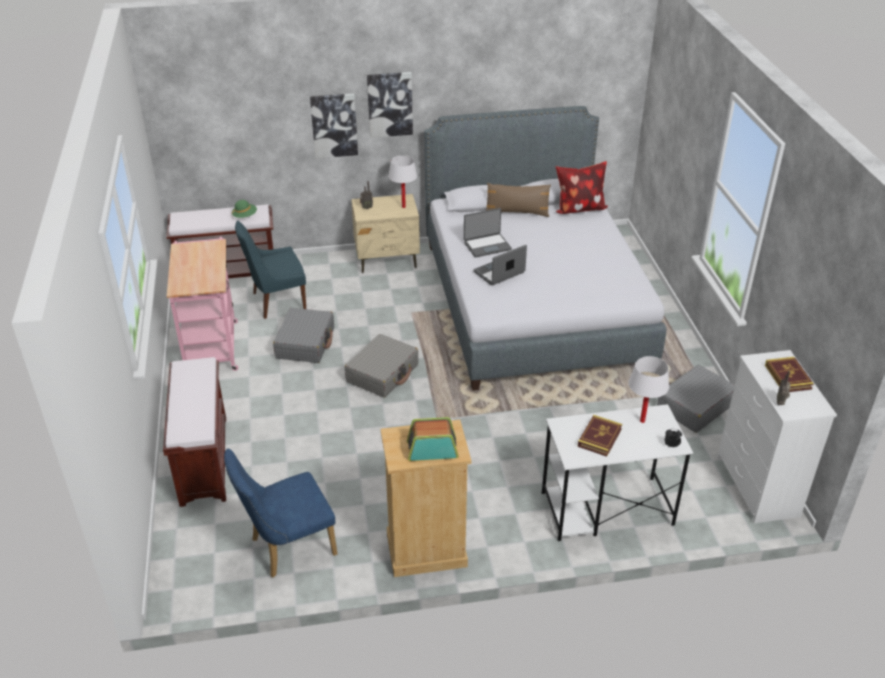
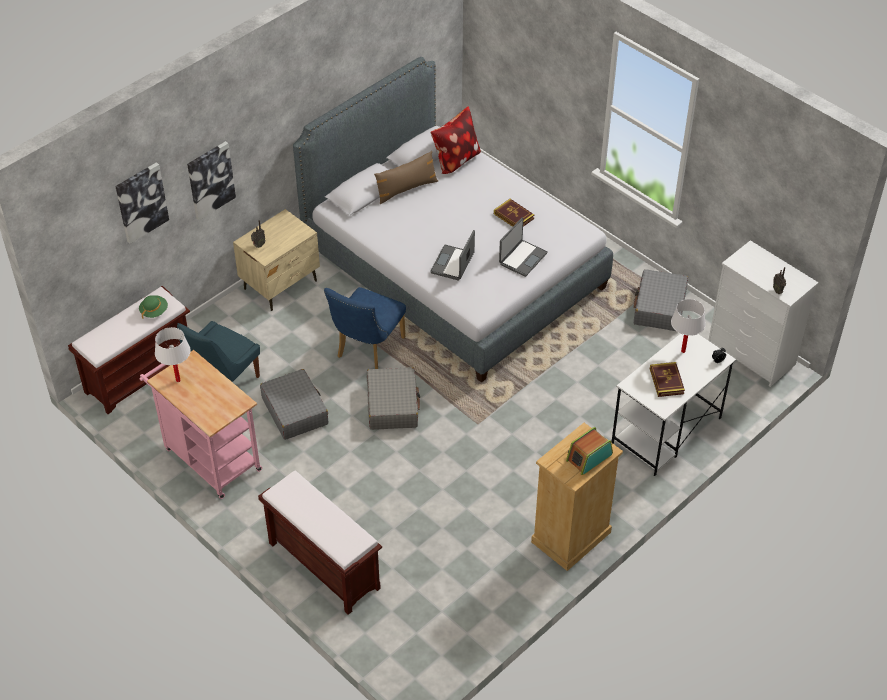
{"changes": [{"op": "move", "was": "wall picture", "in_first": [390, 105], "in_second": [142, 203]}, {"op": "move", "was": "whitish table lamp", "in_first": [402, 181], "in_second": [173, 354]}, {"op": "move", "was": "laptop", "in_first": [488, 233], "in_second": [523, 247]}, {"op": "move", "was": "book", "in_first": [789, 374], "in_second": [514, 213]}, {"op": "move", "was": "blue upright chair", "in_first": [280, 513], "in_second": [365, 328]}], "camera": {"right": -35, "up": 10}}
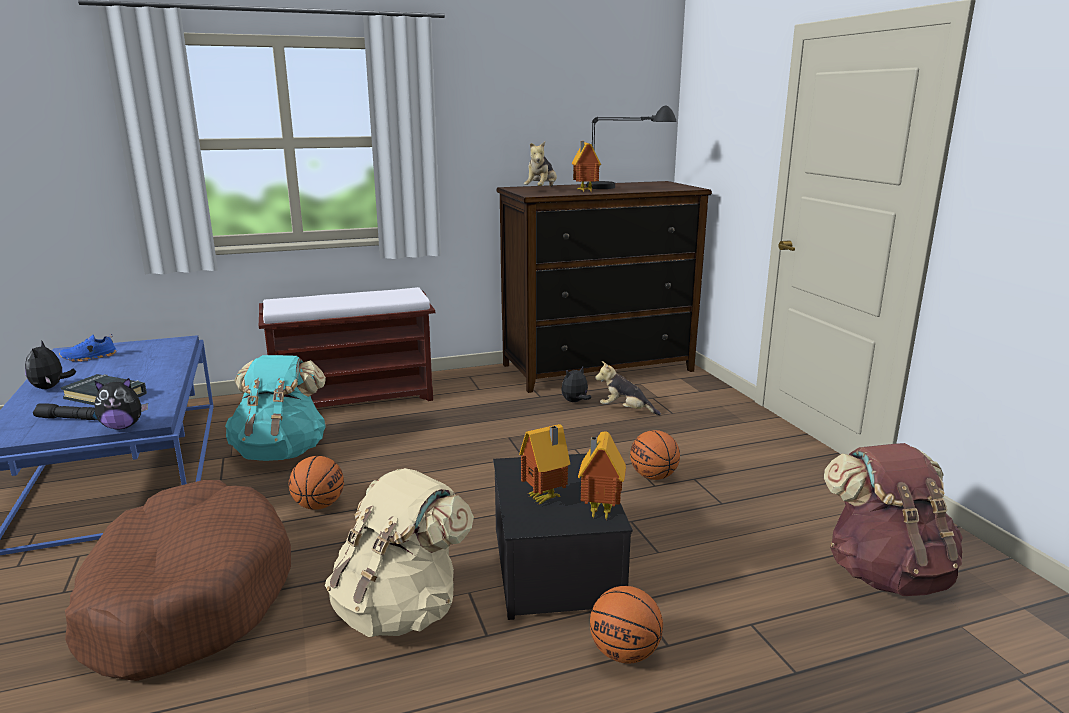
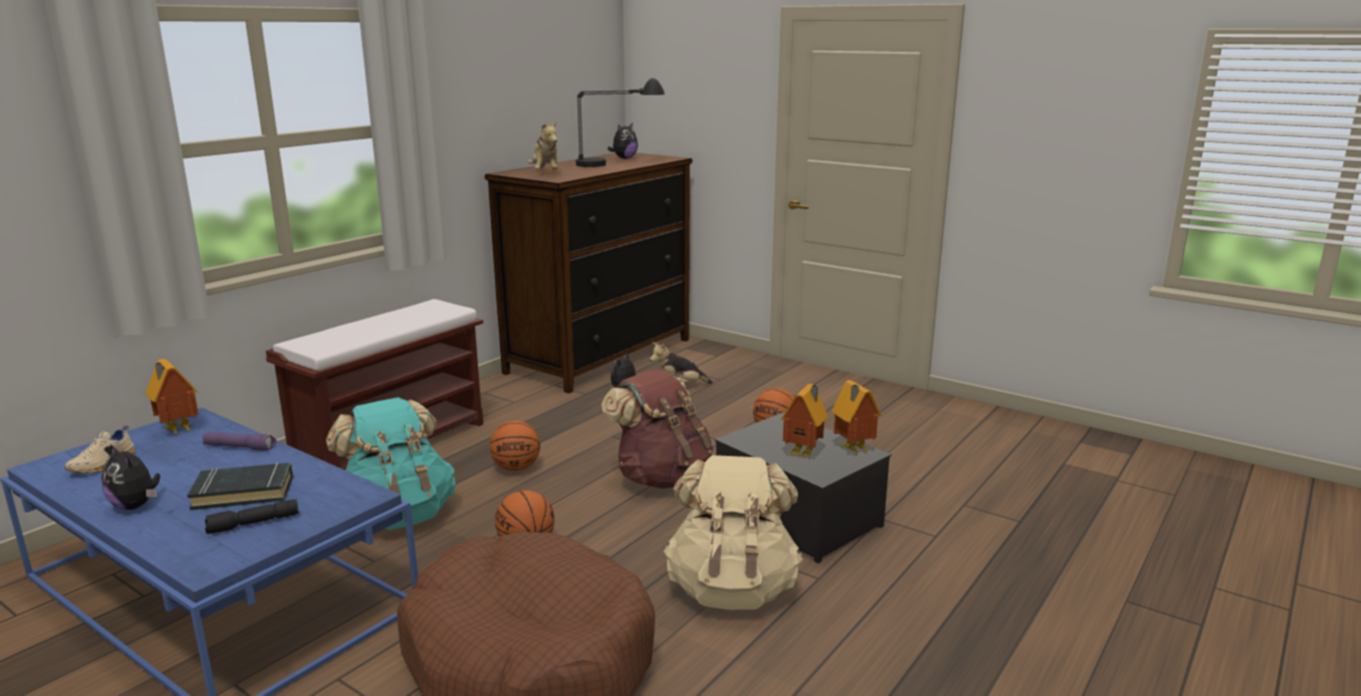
{"changes": [{"op": "move", "was": "model house", "in_first": [586, 166], "in_second": [172, 397]}, {"op": "recolor", "was": "blue low shoe", "now": "beige low shoe", "in_first": [88, 348], "in_second": [100, 449]}, {"op": "move", "was": "cuddly toy", "in_first": [121, 404], "in_second": [623, 141]}, {"op": "move", "was": "brown knapsack", "in_first": [893, 519], "in_second": [657, 429]}, {"op": "move", "was": "basketball ball", "in_first": [626, 625], "in_second": [515, 446]}, {"op": "insert", "now": "purple-coloured flashlight", "in_second": [239, 441]}], "camera": {"right": -35, "up": 0}}
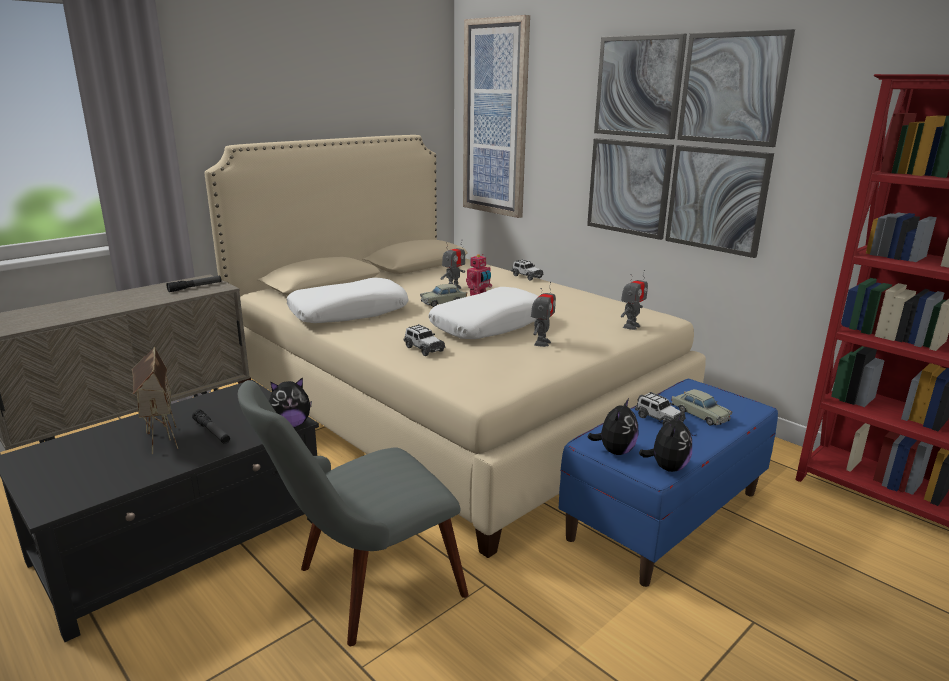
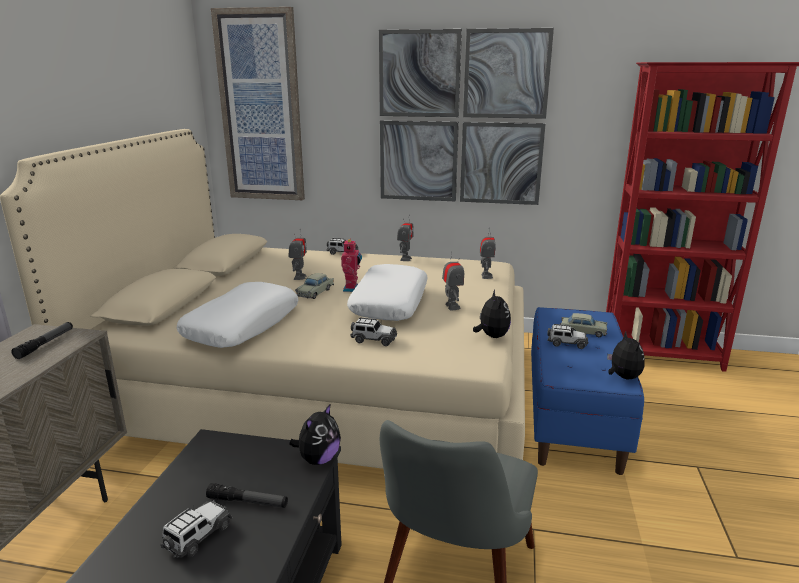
{"changes": [{"op": "replace", "was": "model house", "now": "miniature car", "in_first": [155, 400], "in_second": [196, 529]}, {"op": "move", "was": "cuddly toy", "in_first": [612, 426], "in_second": [492, 314]}, {"op": "insert", "now": "model robot", "in_second": [405, 239]}], "camera": {"right": -35, "up": 0}}
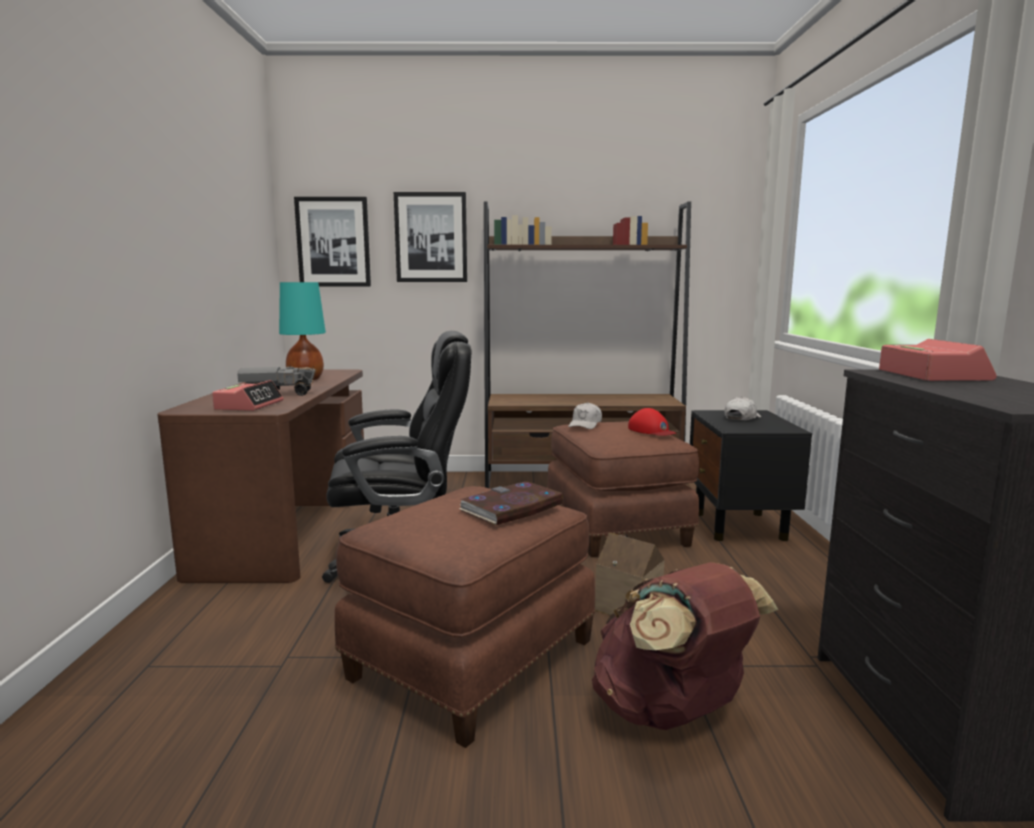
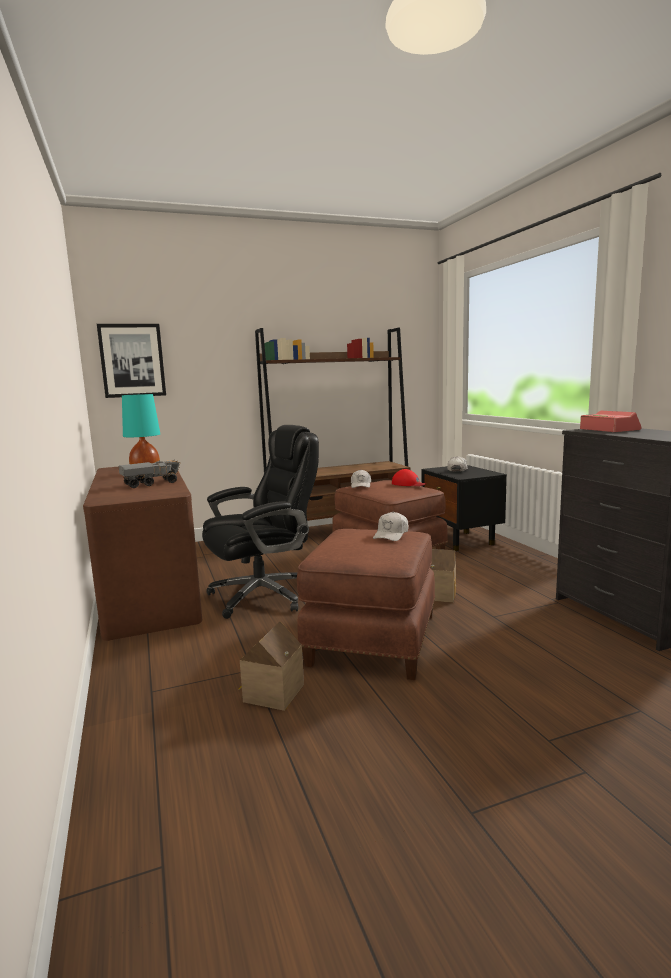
{"changes": [{"op": "delete", "was": "wall picture", "in_first": [430, 237]}, {"op": "delete", "was": "table clock", "in_first": [247, 395]}, {"op": "replace", "was": "book", "now": "whitish cap", "in_first": [511, 503], "in_second": [391, 526]}, {"op": "delete", "was": "brown knapsack", "in_first": [685, 646]}, {"op": "insert", "now": "model house", "in_second": [271, 666]}], "camera": {"right": -20, "up": 0}}
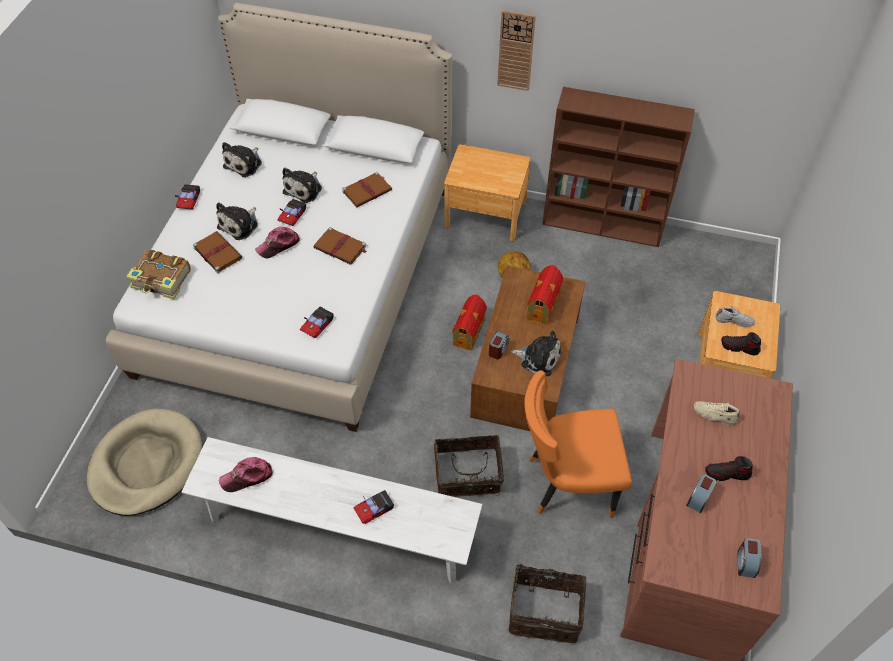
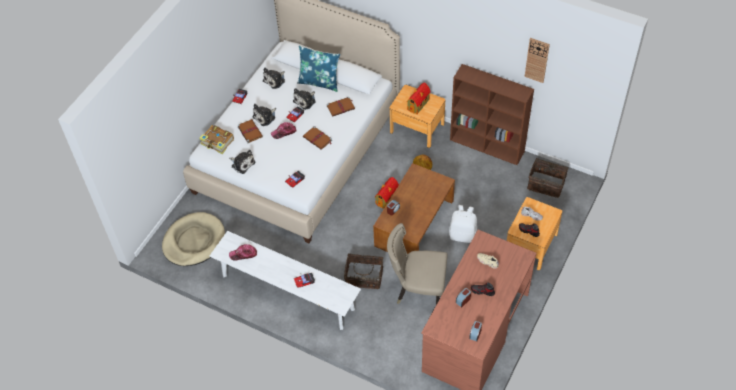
{"changes": [{"op": "move", "was": "clock on the wall", "in_first": [516, 50], "in_second": [537, 60]}, {"op": "move", "was": "model house", "in_first": [545, 295], "in_second": [419, 98]}, {"op": "move", "was": "cuddly toy", "in_first": [536, 353], "in_second": [242, 162]}, {"op": "recolor", "was": "orange-coloured upright chair", "now": "beige upright chair", "in_first": [578, 444], "in_second": [417, 263]}, {"op": "move", "was": "storage basket", "in_first": [547, 598], "in_second": [547, 178]}, {"op": "insert", "now": "blue throw pillow", "in_second": [318, 68]}, {"op": "insert", "now": "whitish knapsack", "in_second": [463, 224]}], "camera": {"right": 15, "up": 0}}
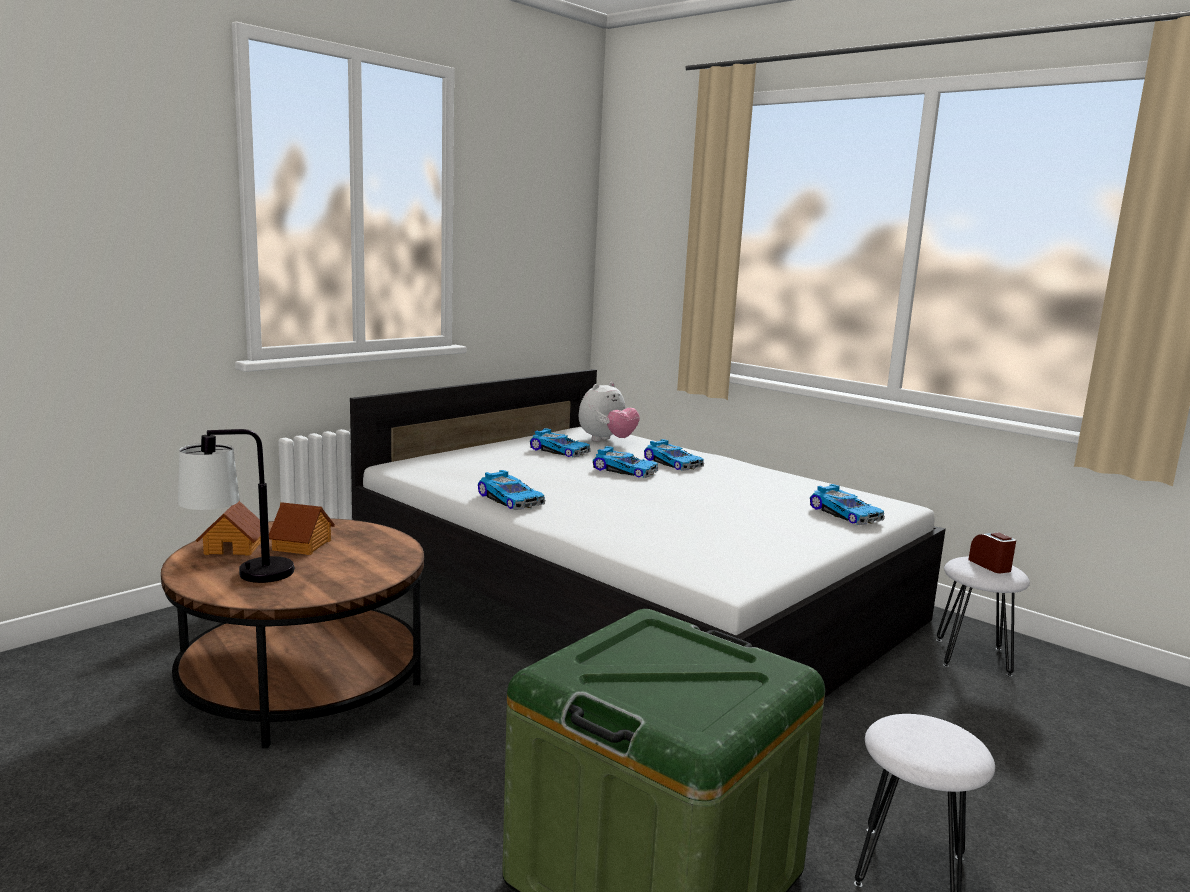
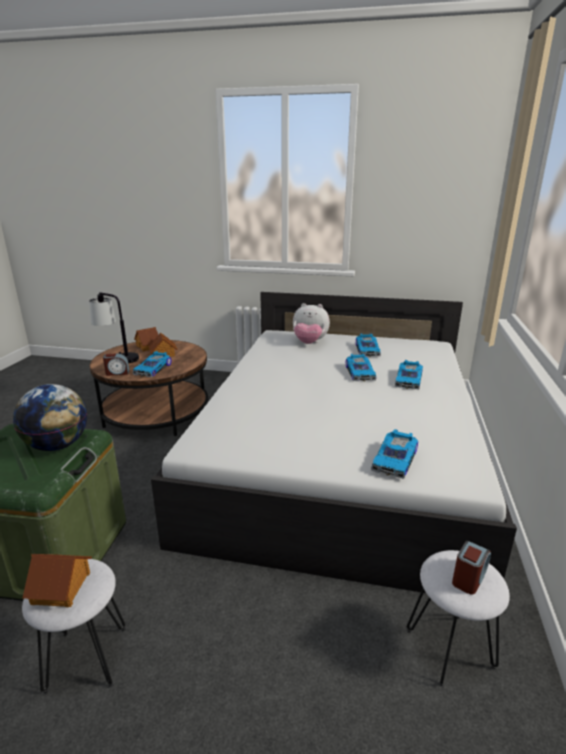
{"changes": [{"op": "move", "was": "cuddly toy", "in_first": [609, 411], "in_second": [311, 323]}, {"op": "move", "was": "miniature car", "in_first": [511, 490], "in_second": [152, 364]}, {"op": "insert", "now": "table clock", "in_second": [116, 364]}, {"op": "insert", "now": "desk globe", "in_second": [50, 417]}, {"op": "insert", "now": "model house", "in_second": [57, 580]}], "camera": {"right": 60, "up": 10}}
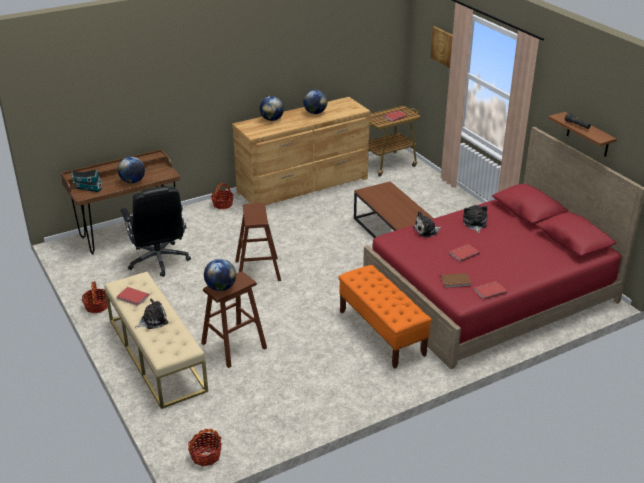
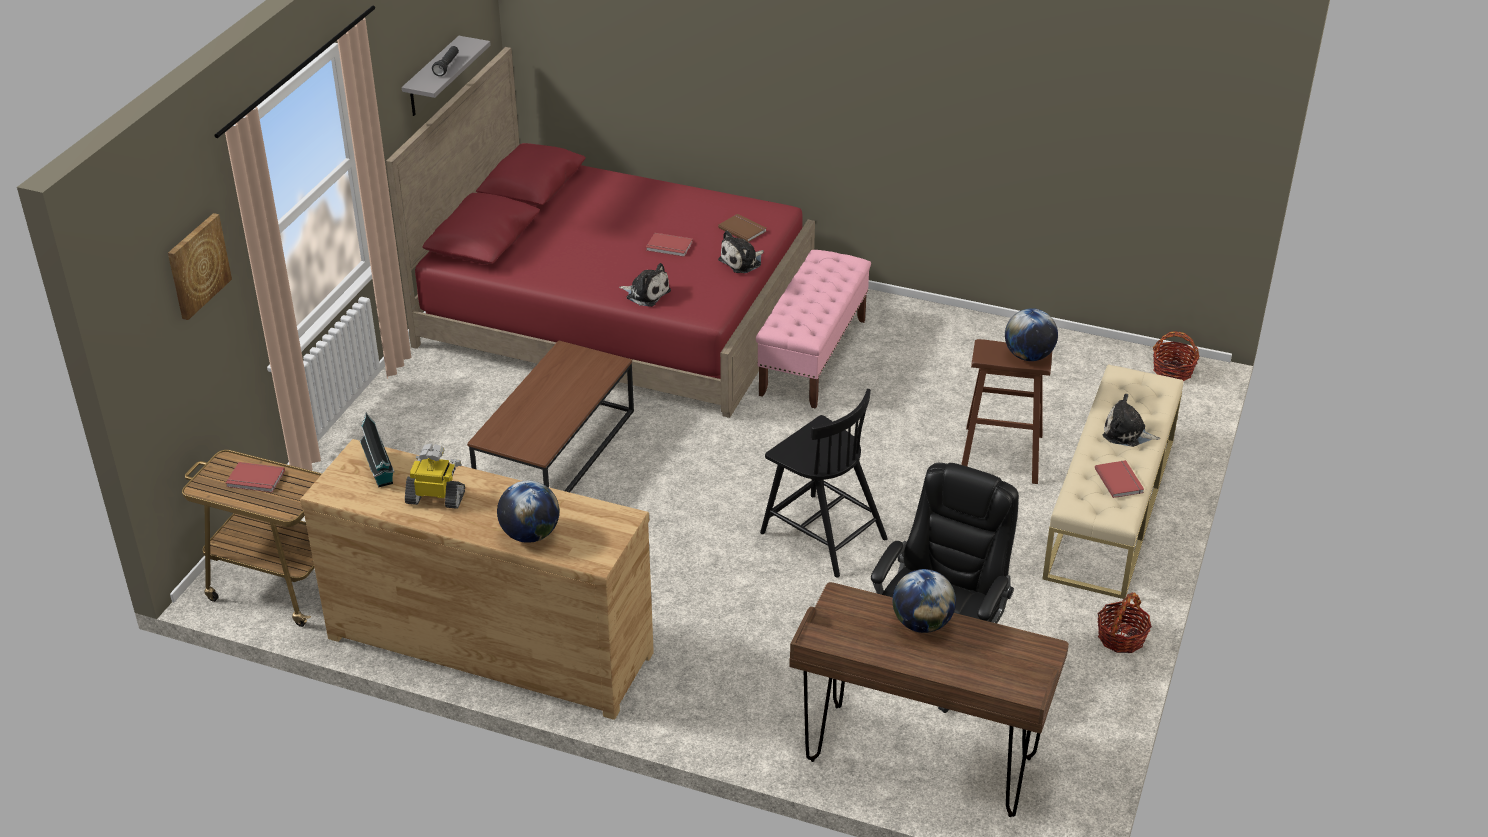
{"changes": [{"op": "replace", "was": "desk globe", "now": "model robot", "in_first": [315, 102], "in_second": [435, 476]}, {"op": "recolor", "was": "brown shelf", "now": "grey shelf", "in_first": [582, 134], "in_second": [446, 76]}, {"op": "move", "was": "model house", "in_first": [86, 180], "in_second": [377, 450]}, {"op": "delete", "was": "storage basket", "in_first": [222, 196]}, {"op": "replace", "was": "brown stool", "now": "black upright chair", "in_first": [258, 242], "in_second": [824, 483]}, {"op": "move", "was": "cuddly toy", "in_first": [475, 219], "in_second": [741, 251]}, {"op": "recolor", "was": "orange-coloured bench", "now": "pink-coloured bench", "in_first": [385, 317], "in_second": [813, 329]}, {"op": "delete", "was": "reddish book", "in_first": [490, 290]}], "camera": {"right": -130, "up": 5}}
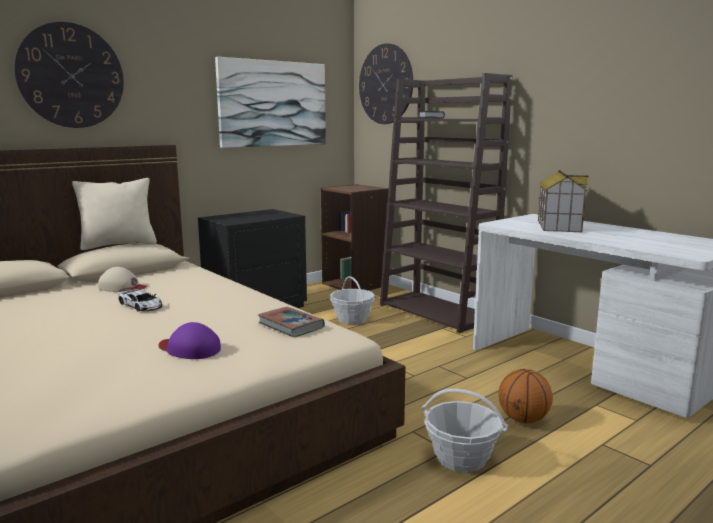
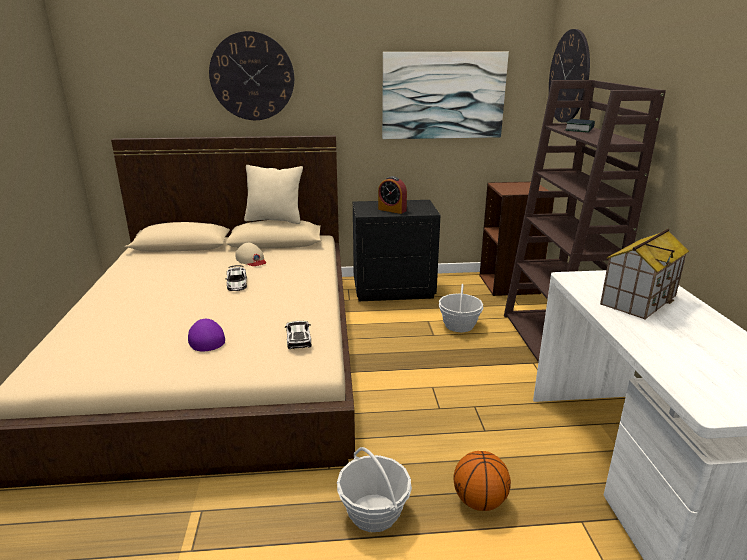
{"changes": [{"op": "replace", "was": "book", "now": "miniature car", "in_first": [291, 322], "in_second": [298, 335]}, {"op": "insert", "now": "table clock", "in_second": [392, 195]}], "camera": {"right": 35, "up": 10}}
